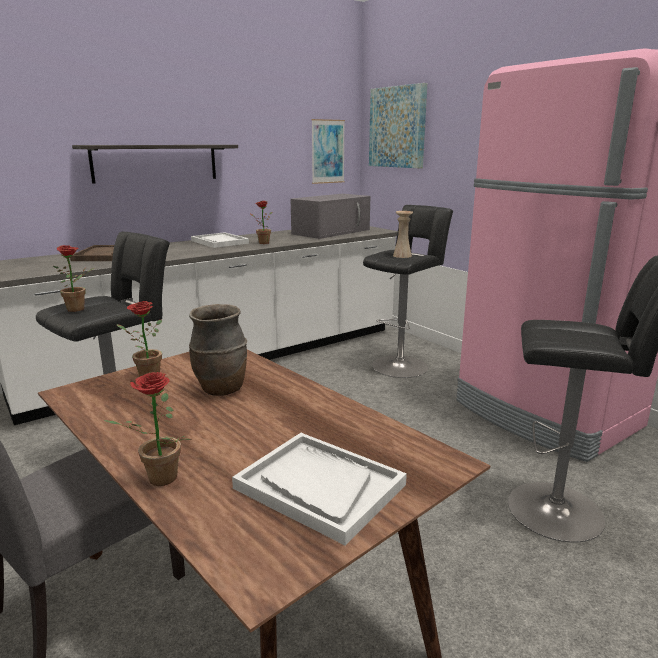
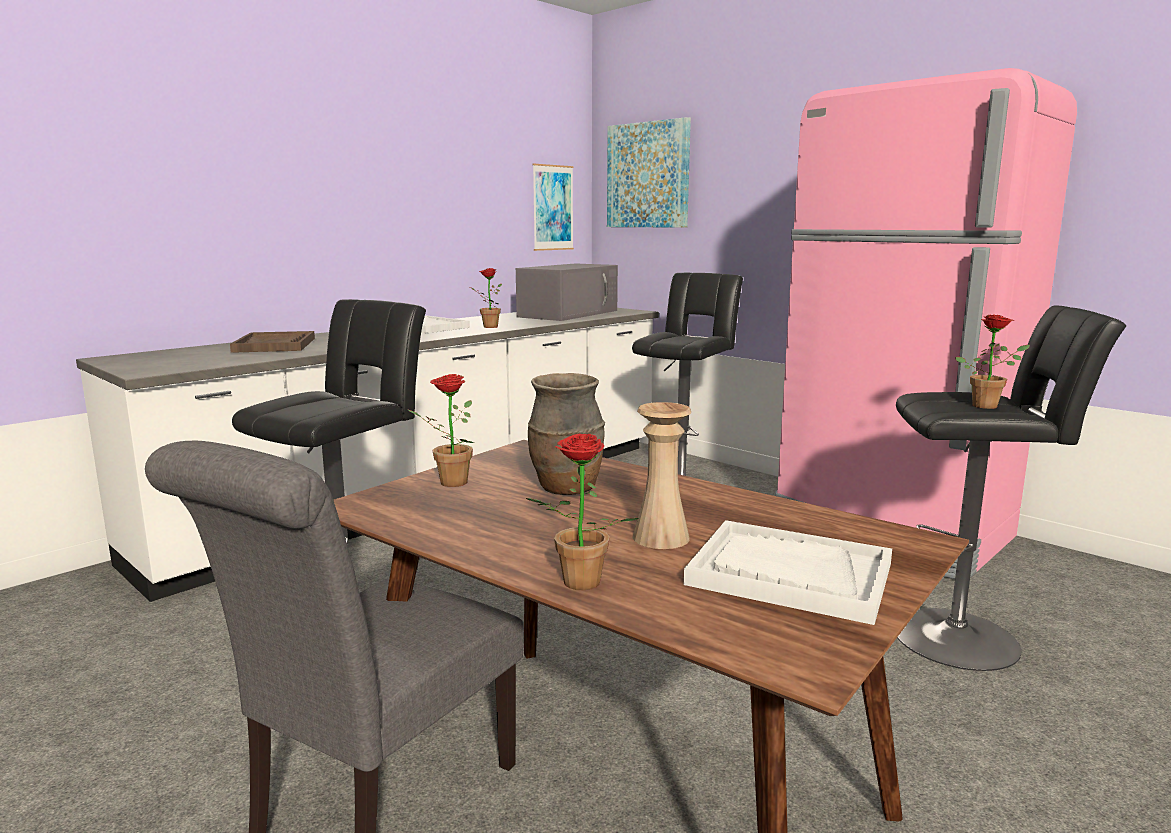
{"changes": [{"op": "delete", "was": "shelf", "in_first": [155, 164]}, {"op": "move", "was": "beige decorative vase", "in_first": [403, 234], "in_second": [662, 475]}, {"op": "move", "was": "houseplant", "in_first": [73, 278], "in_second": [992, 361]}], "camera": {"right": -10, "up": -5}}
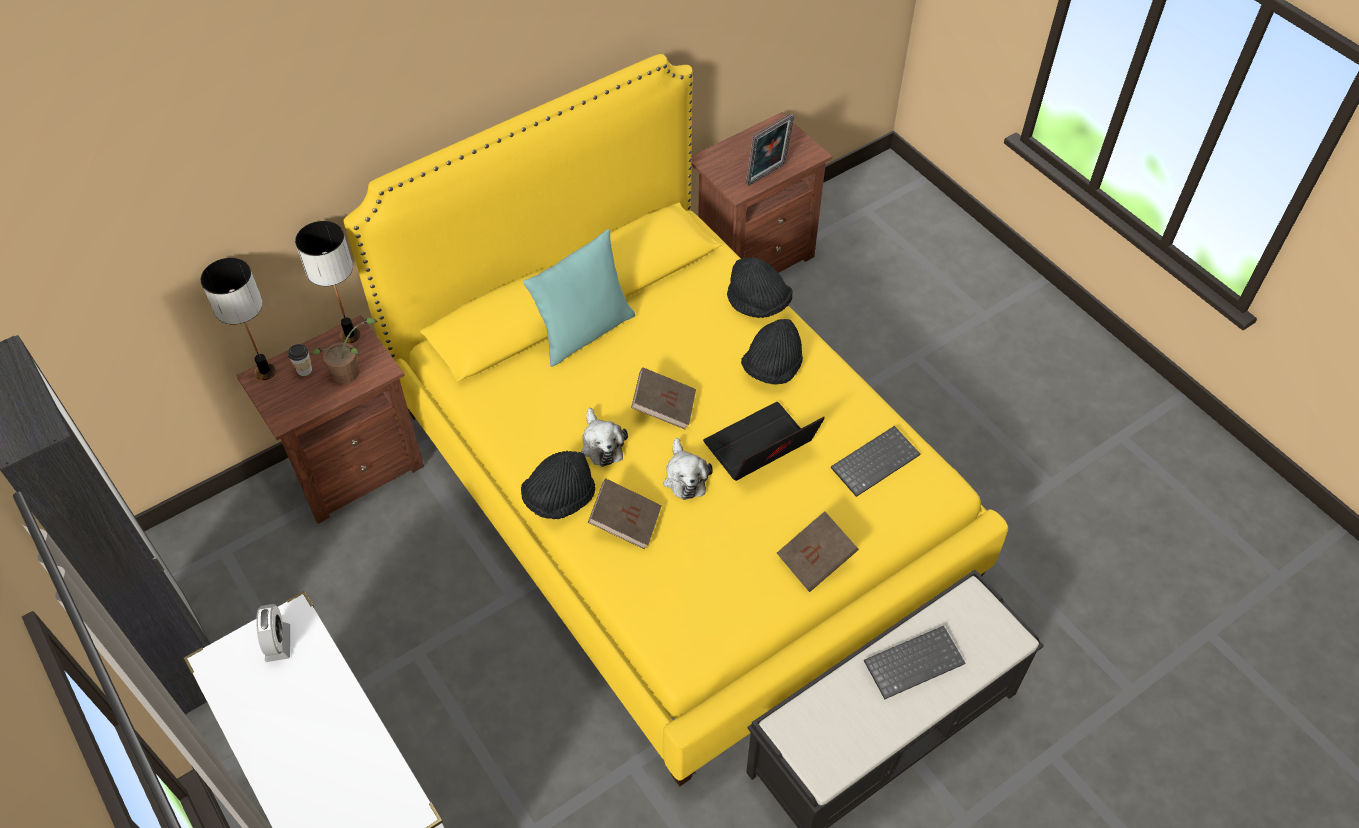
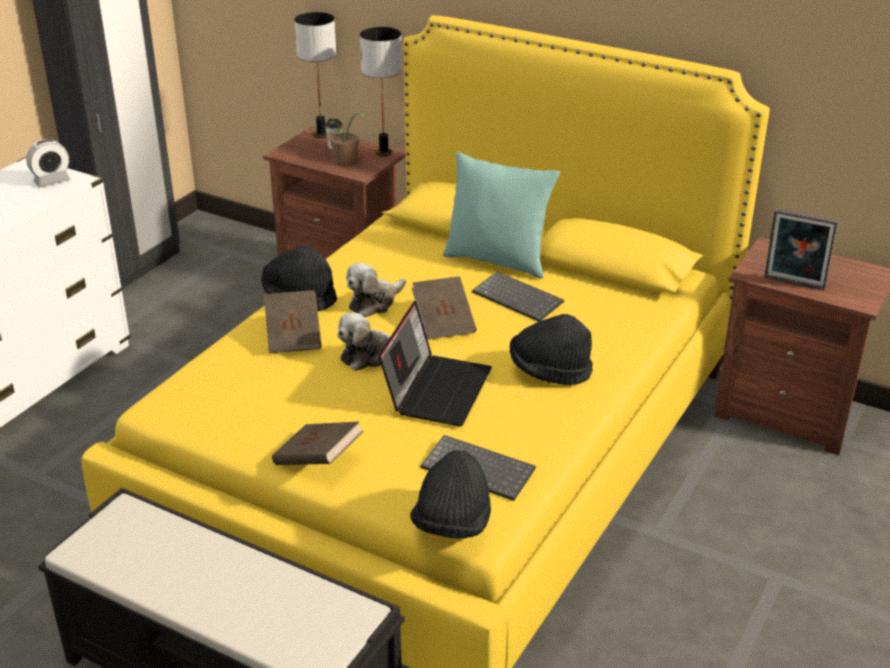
{"changes": [{"op": "move", "was": "black clothing hat", "in_first": [760, 287], "in_second": [450, 494]}, {"op": "rotate", "was": "laptop", "in_first": [764, 441], "in_second": [435, 363], "clockwise": 75}, {"op": "move", "was": "PC keyboard", "in_first": [914, 662], "in_second": [518, 297]}], "camera": {"right": 65, "up": -20}}
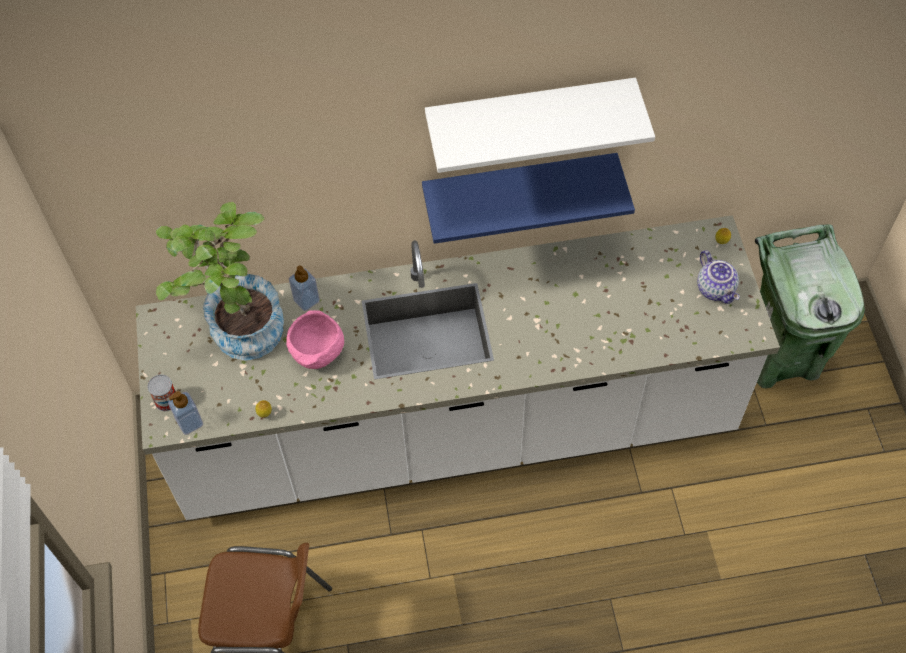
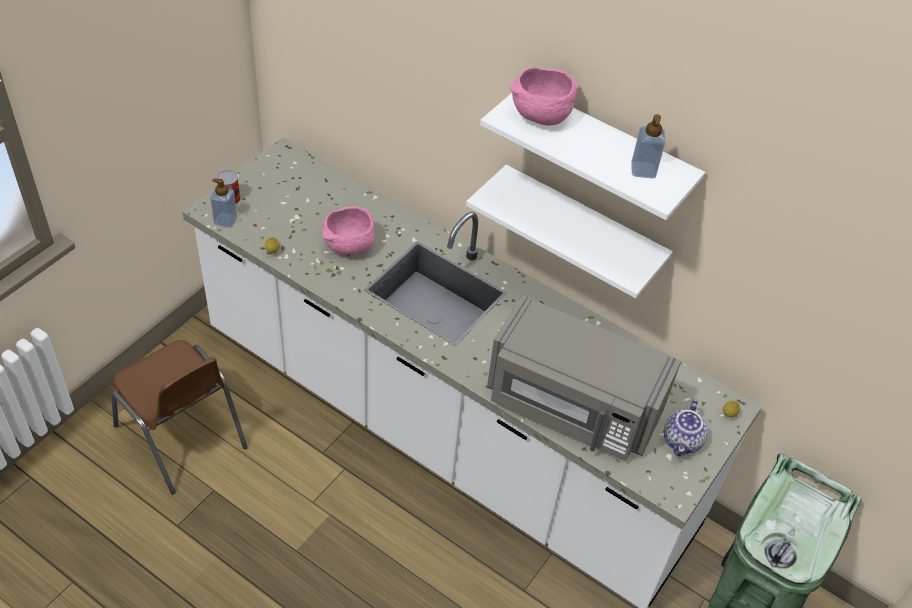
{"changes": [{"op": "recolor", "was": "blue shelf", "now": "whitish shelf", "in_first": [528, 198], "in_second": [569, 231]}, {"op": "delete", "was": "houseplant", "in_first": [220, 281]}, {"op": "move", "was": "liquid soap bottle", "in_first": [304, 288], "in_second": [648, 146]}, {"op": "insert", "now": "pink-coloured deep dish", "in_second": [544, 96]}, {"op": "insert", "now": "grey kitchen microwave", "in_second": [584, 377]}], "camera": {"right": 40, "up": -10}}
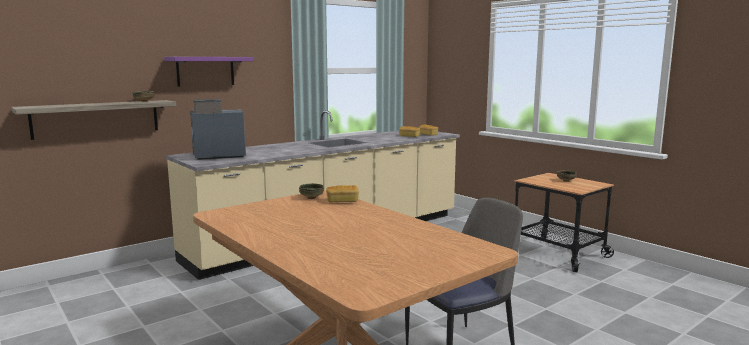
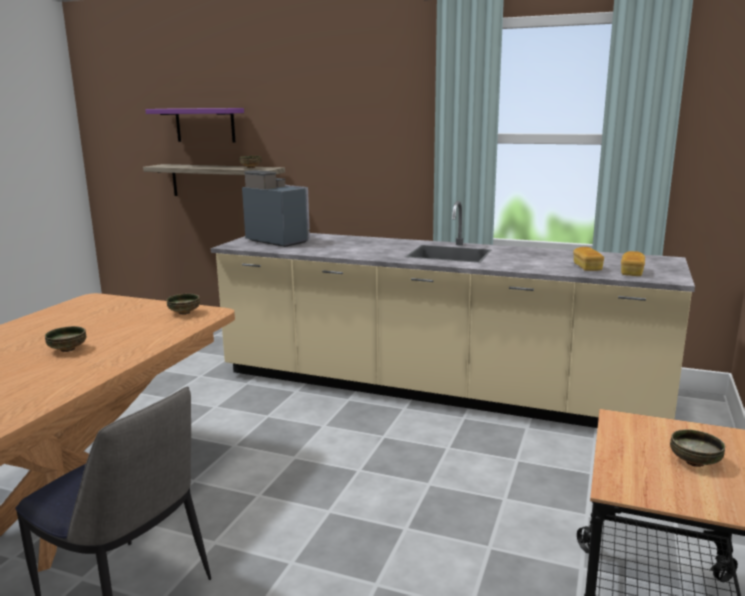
{"changes": [{"op": "move", "was": "purple-coloured shelf", "in_first": [209, 72], "in_second": [194, 125]}, {"op": "delete", "was": "bakery bread", "in_first": [342, 193]}, {"op": "insert", "now": "deep dish", "in_second": [65, 339]}], "camera": {"right": 60, "up": 5}}
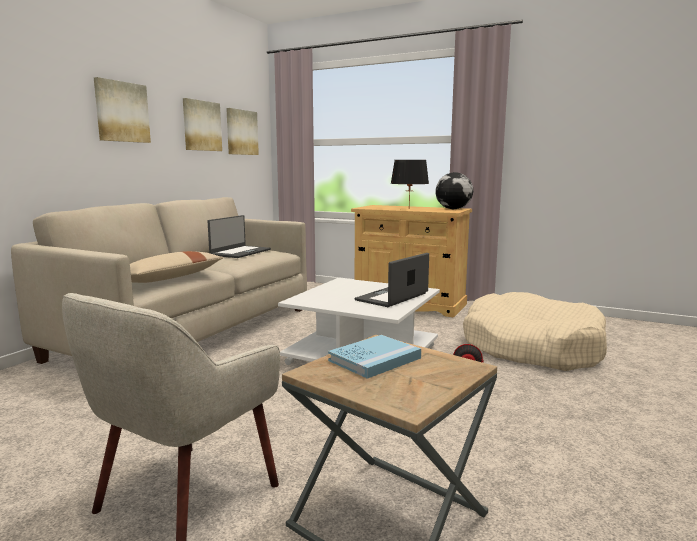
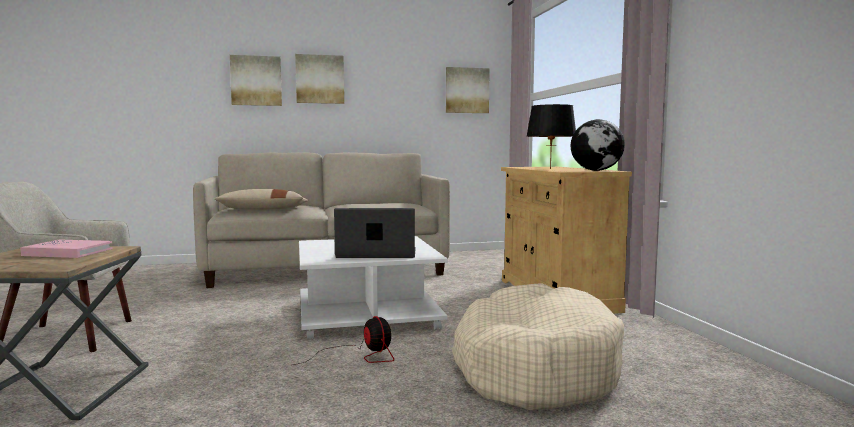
{"changes": [{"op": "move", "was": "wall picture", "in_first": [202, 124], "in_second": [256, 80]}, {"op": "delete", "was": "laptop", "in_first": [239, 236]}, {"op": "recolor", "was": "blue book", "now": "pink-coloured book", "in_first": [374, 357], "in_second": [66, 248]}], "camera": {"right": 50, "up": -5}}
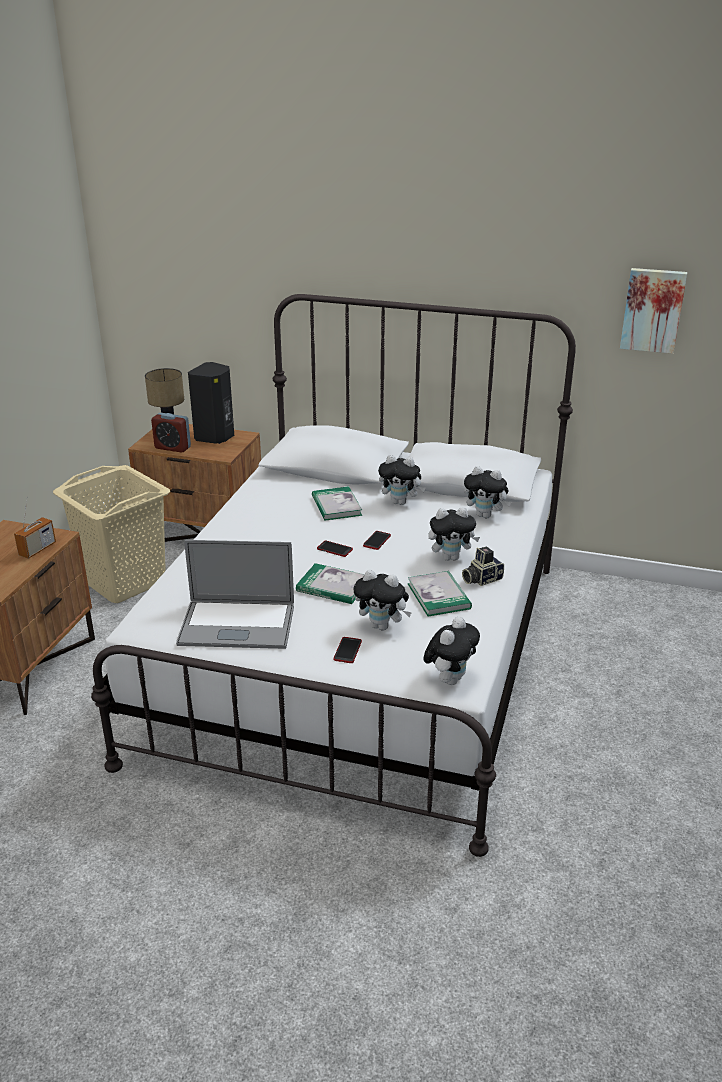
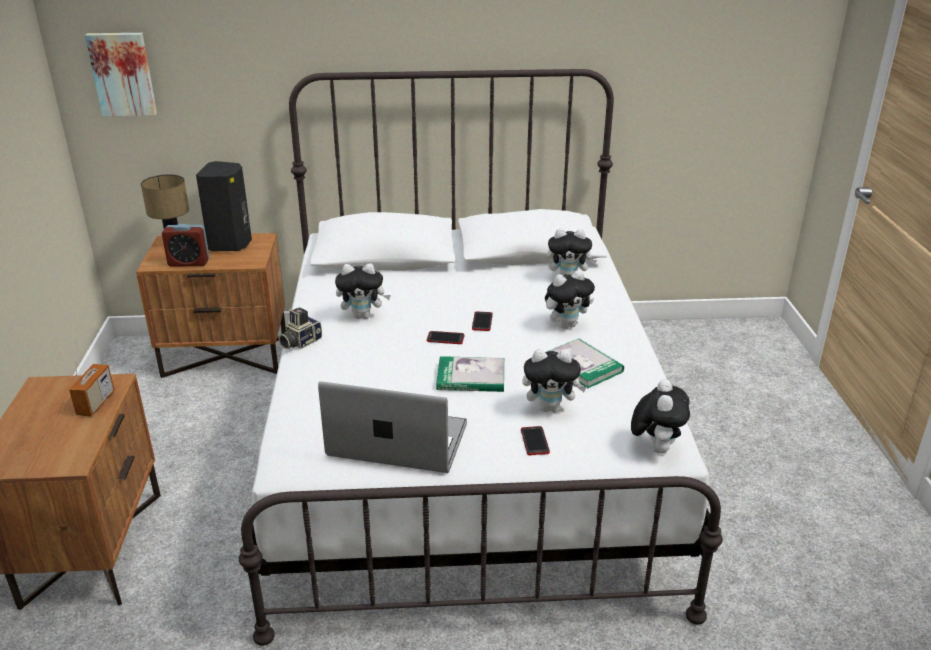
{"changes": [{"op": "move", "was": "wall picture", "in_first": [653, 311], "in_second": [121, 74]}, {"op": "move", "was": "cuddly toy", "in_first": [401, 480], "in_second": [363, 291]}, {"op": "delete", "was": "beige hamper", "in_first": [111, 534]}, {"op": "delete", "was": "book", "in_first": [337, 503]}, {"op": "rotate", "was": "laptop", "in_first": [235, 594], "in_second": [392, 427], "clockwise": -150}, {"op": "move", "was": "still camera", "in_first": [483, 566], "in_second": [300, 328]}], "camera": {"right": -20, "up": 0}}
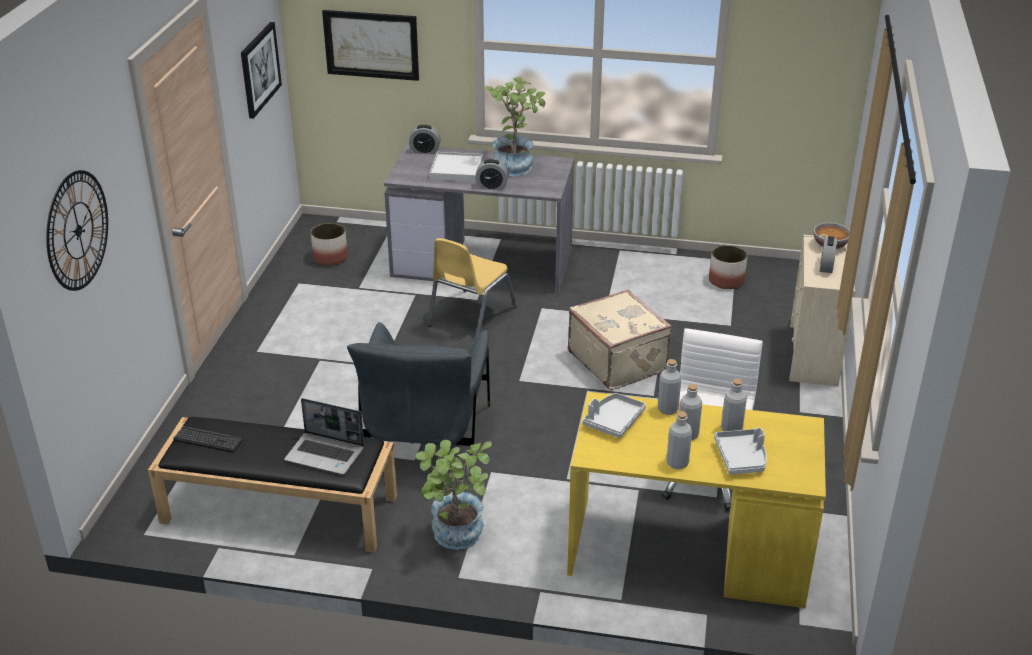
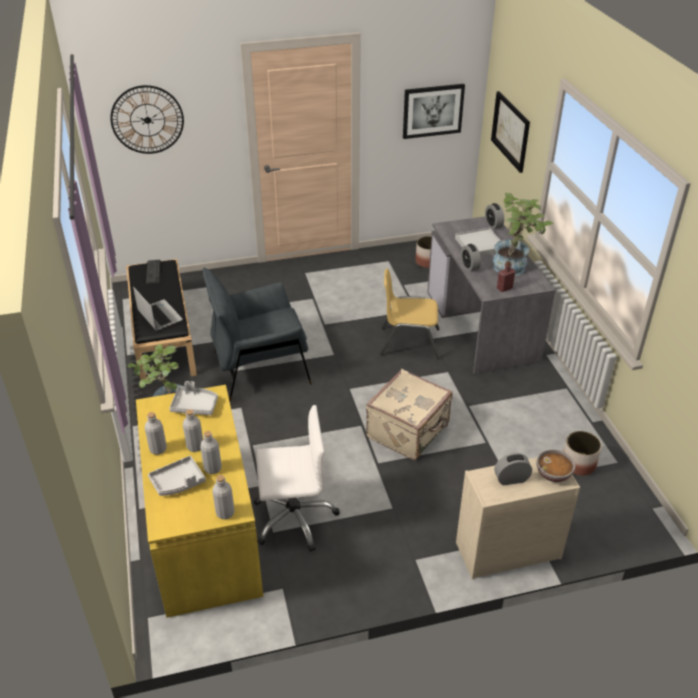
{"changes": [{"op": "move", "was": "grey beverage bottle", "in_first": [669, 387], "in_second": [223, 497]}, {"op": "rotate", "was": "laptop", "in_first": [324, 436], "in_second": [158, 308], "clockwise": 150}, {"op": "insert", "now": "reddish beverage bottle", "in_second": [506, 276]}], "camera": {"right": 65, "up": 5}}
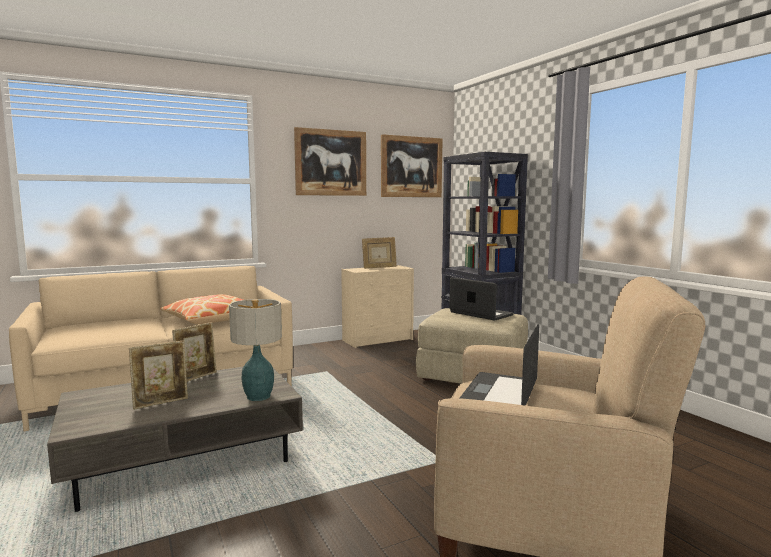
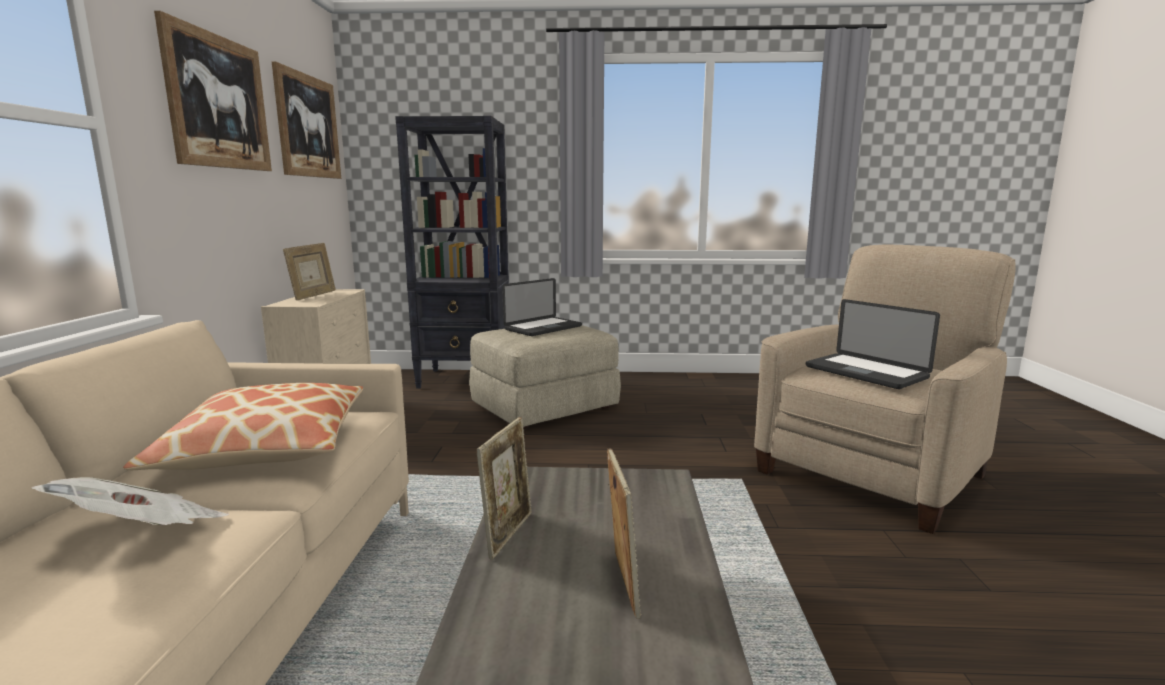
{"changes": [{"op": "rotate", "was": "laptop", "in_first": [481, 298], "in_second": [542, 307], "clockwise": 150}, {"op": "delete", "was": "table lamp", "in_first": [255, 350]}, {"op": "rotate", "was": "standing frame", "in_first": [194, 352], "in_second": [504, 488], "clockwise": 45}, {"op": "insert", "now": "newspaper", "in_second": [130, 501]}], "camera": {"right": -60, "up": 5}}
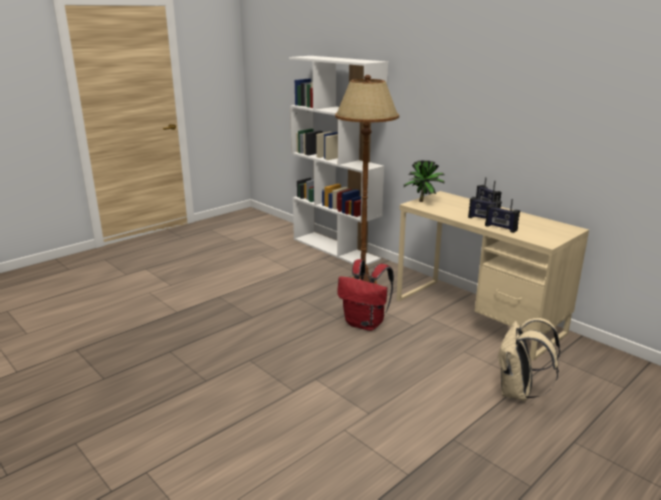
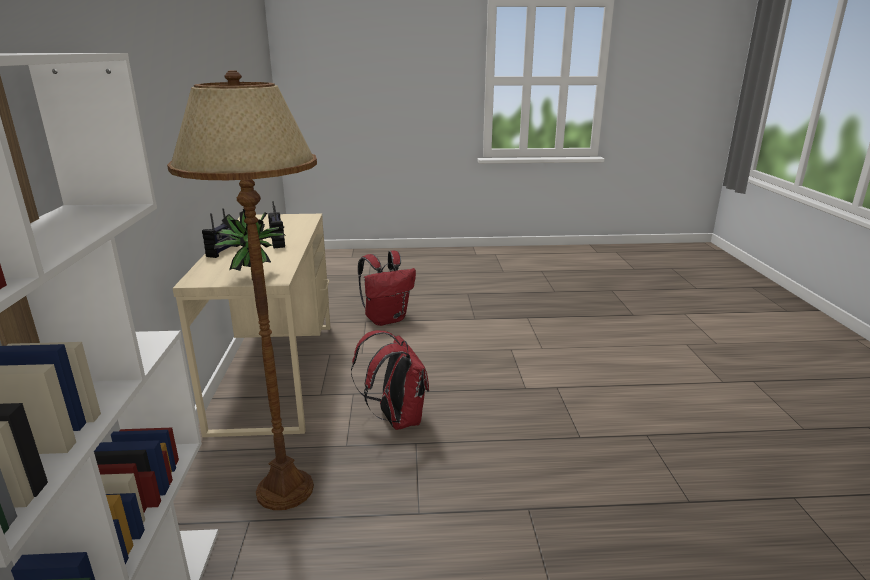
{"changes": [{"op": "delete", "was": "radio", "in_first": [502, 214]}, {"op": "recolor", "was": "beige knapsack", "now": "reddish knapsack", "in_first": [529, 359], "in_second": [387, 288]}], "camera": {"right": -140, "up": 0}}
